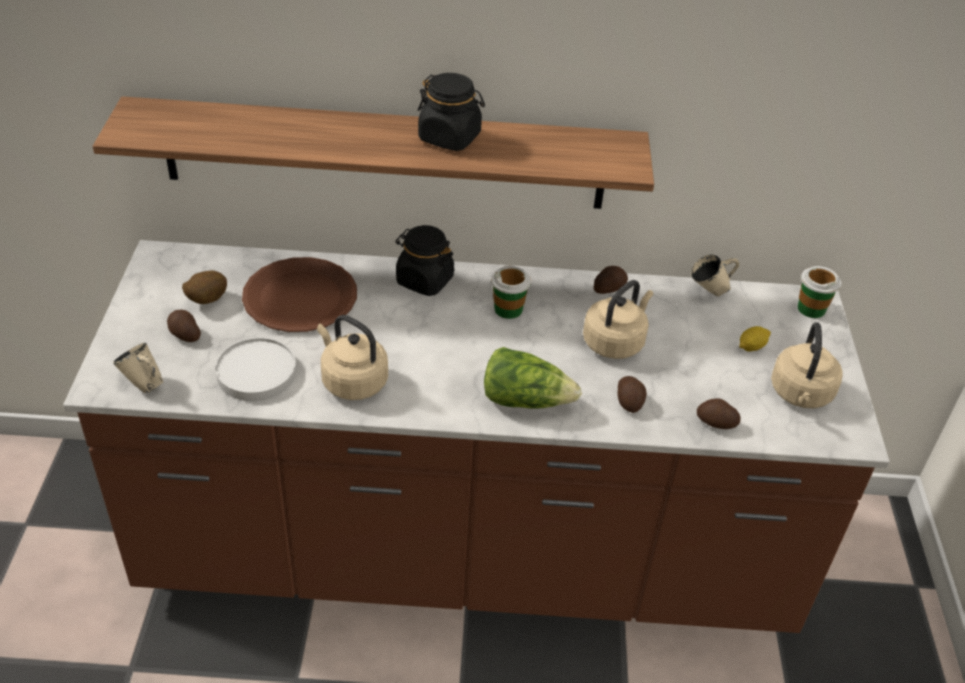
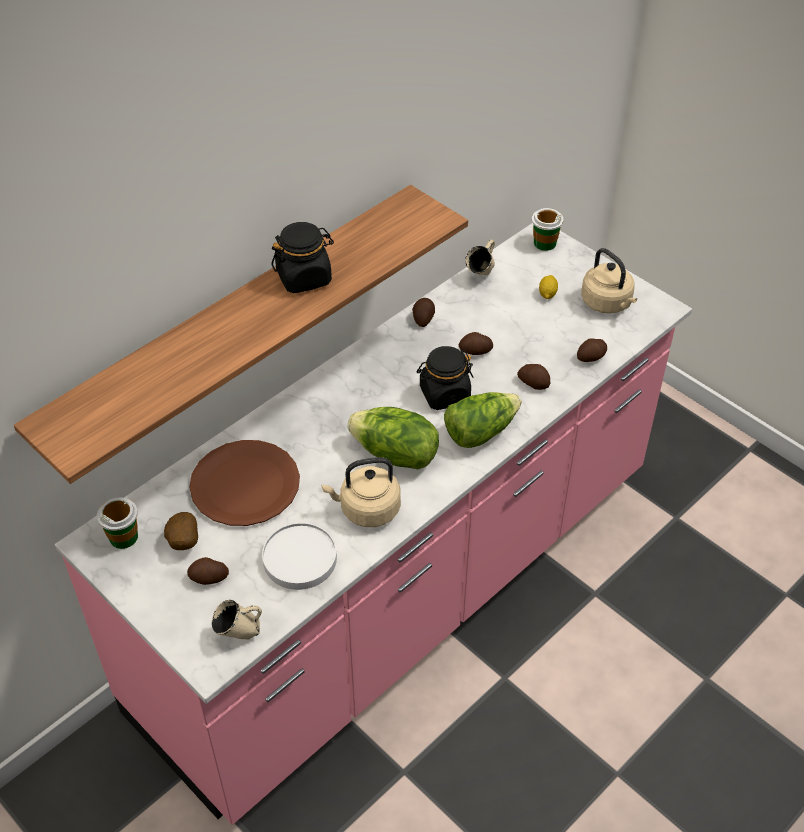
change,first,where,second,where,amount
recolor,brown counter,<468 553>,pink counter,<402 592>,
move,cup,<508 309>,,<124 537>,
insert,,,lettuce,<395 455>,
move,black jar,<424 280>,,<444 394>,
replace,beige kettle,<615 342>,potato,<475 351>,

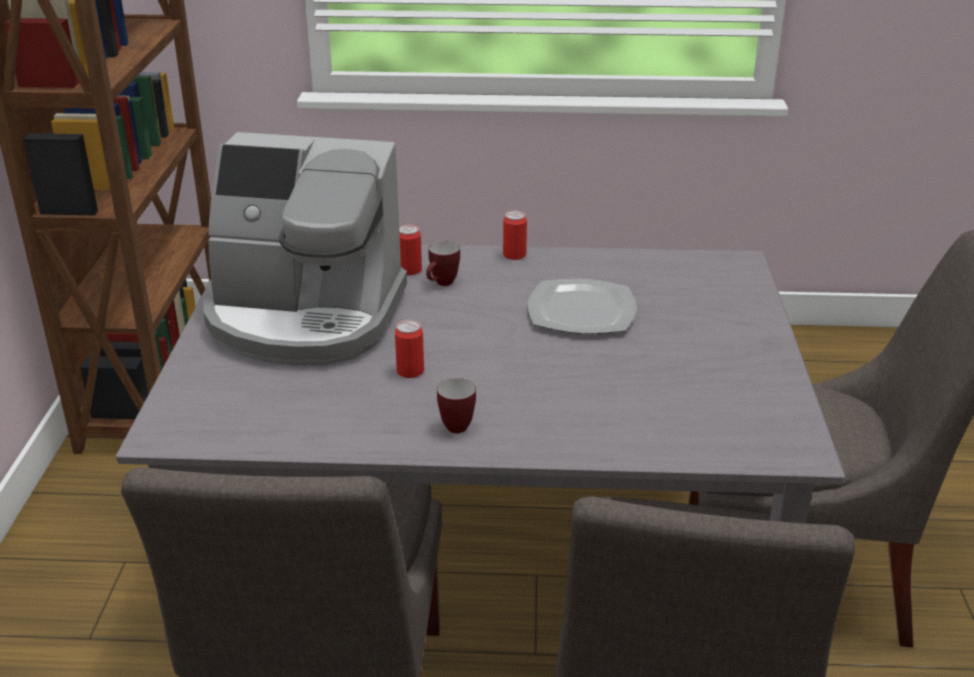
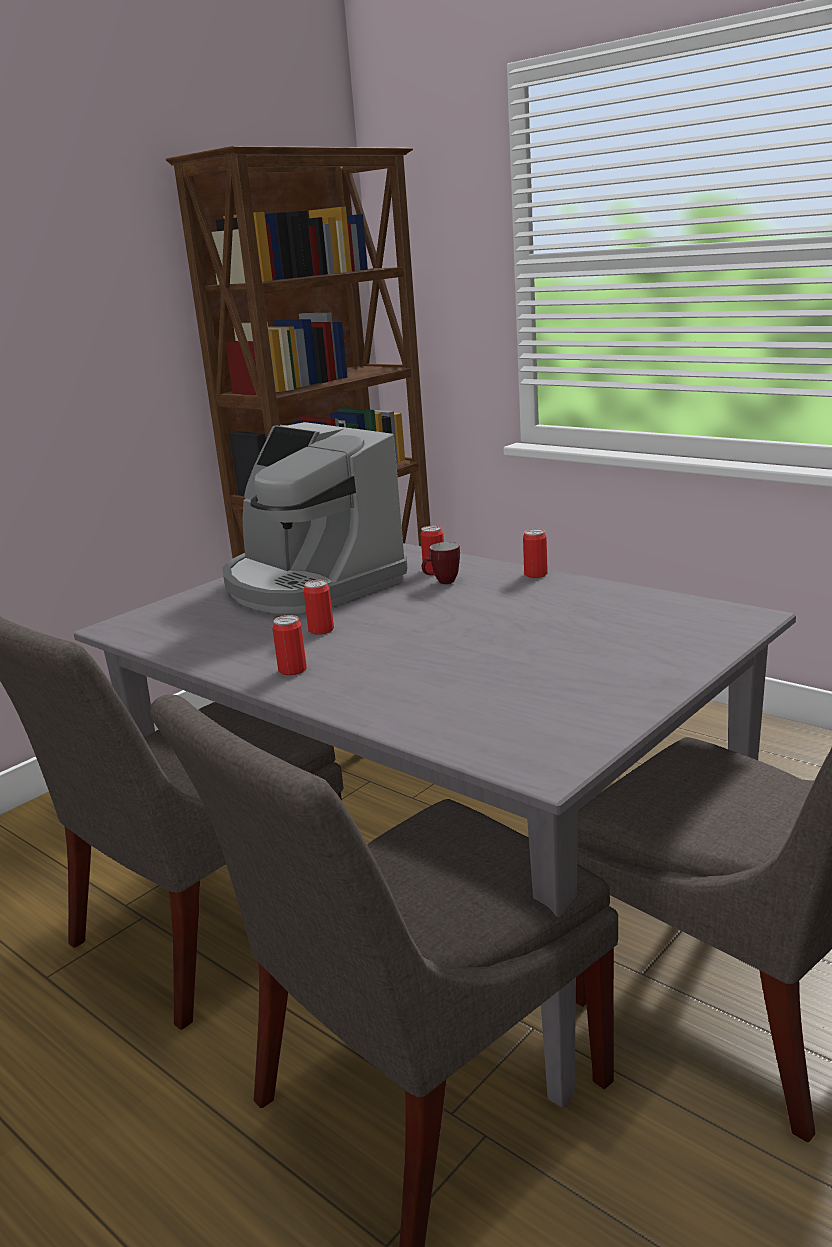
change,first,where,second,where,amount
replace,mug,<456 424>,can,<292 670>,
delete,plate,<580 311>,,,

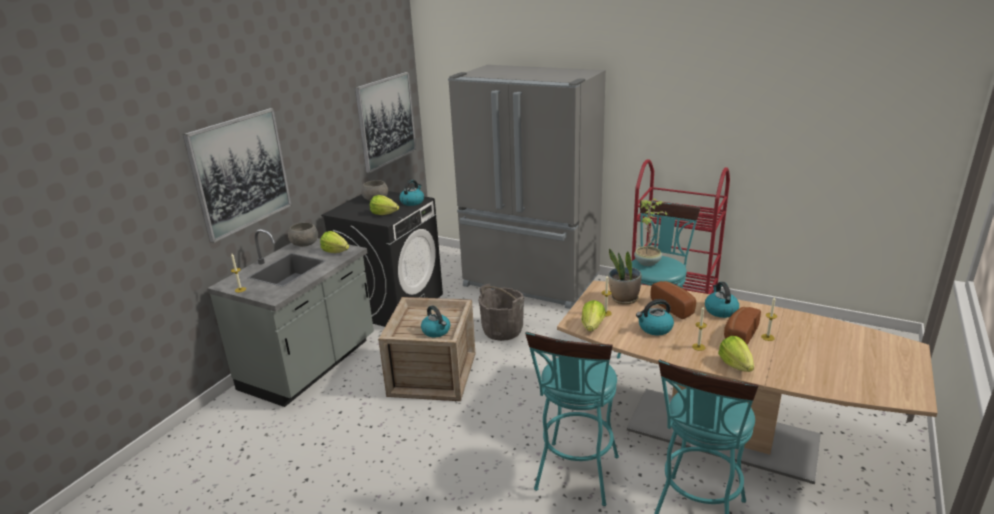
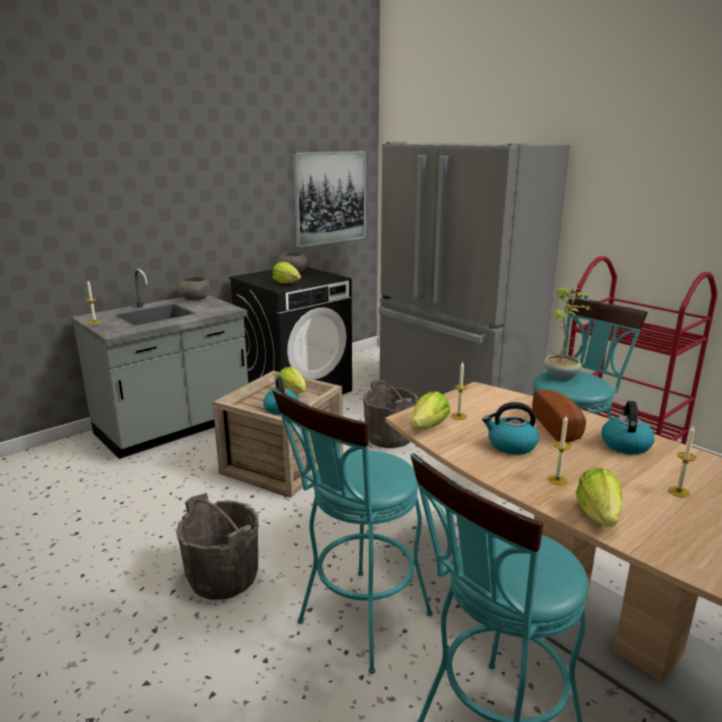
change,first,where,second,where,amount
insert,,,grey bucket,<223 576>,
move,lettuce,<335 251>,,<293 392>,
delete,picture,<240 173>,,,
delete,kettle,<412 202>,,,
delete,potted plant,<624 299>,,,
delete,bread,<738 335>,,,

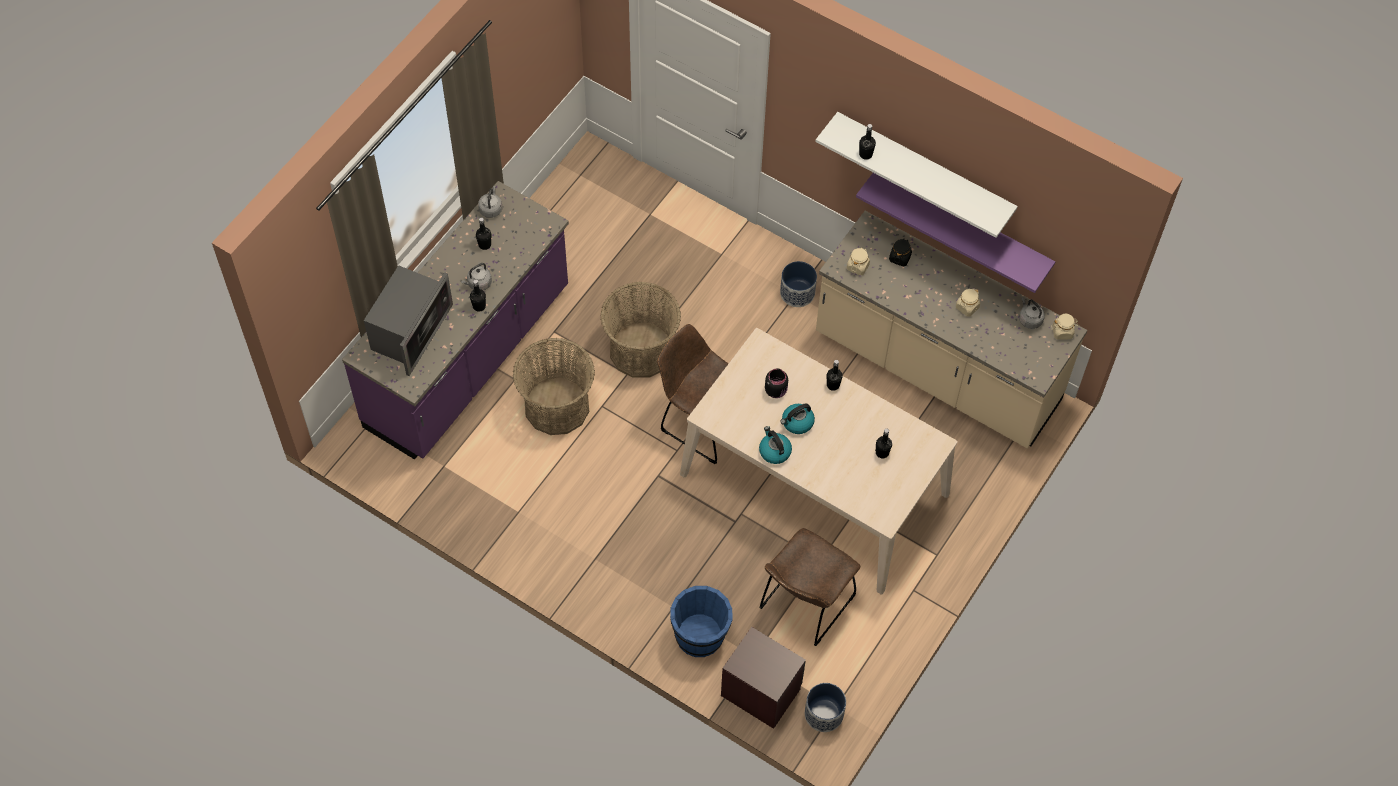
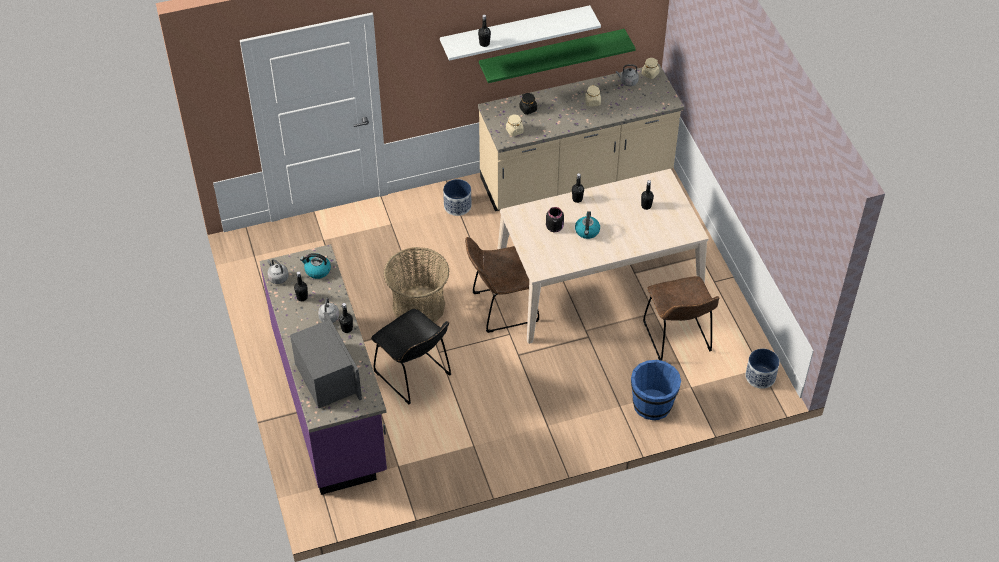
change,first,where,second,where,amount
move,kettle,<774 451>,,<317 270>,
replace,basket,<556 406>,black chair,<415 376>,
recolor,purple shelf,<963 223>,green shelf,<551 54>,
delete,brown nightstand,<761 692>,,,

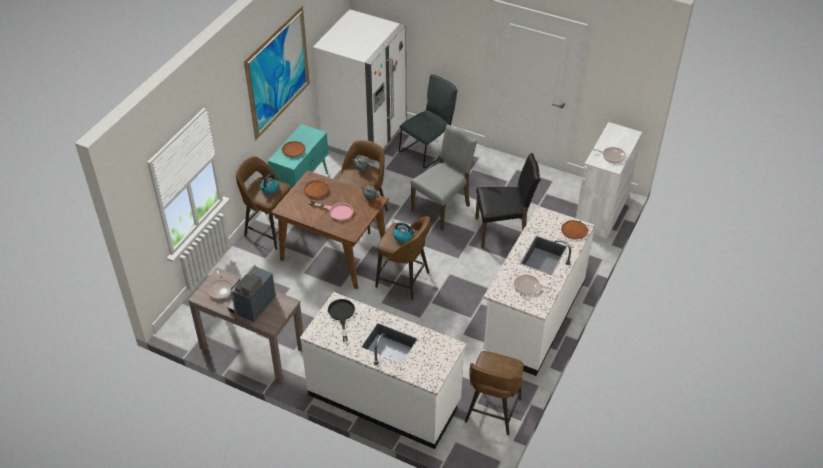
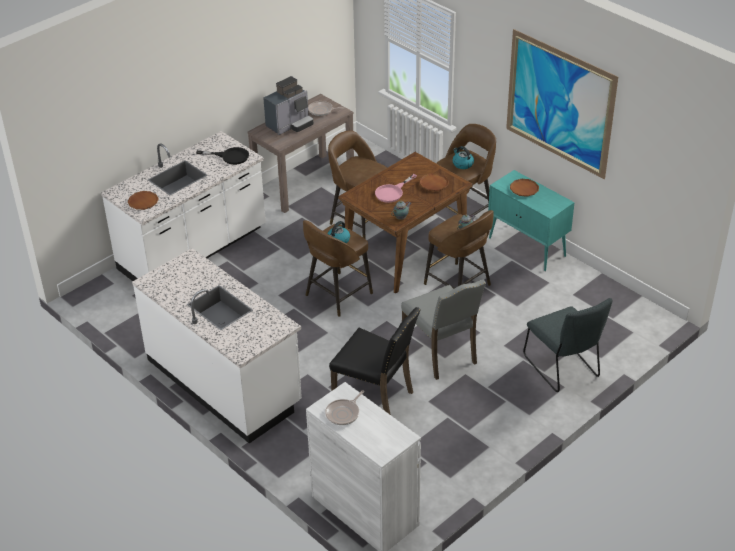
change,first,where,second,where,amount
move,brown plate,<574 231>,,<143 202>,
rotate,coffee machine,<252 306>,,<290 125>,90 degrees clockwise
move,brown stool,<492 412>,,<359 221>,
rotate,black chair,<503 231>,,<375 397>,75 degrees counterclockwise
delete,white fridge,<364 136>,,,
delete,frying pan,<528 287>,,,

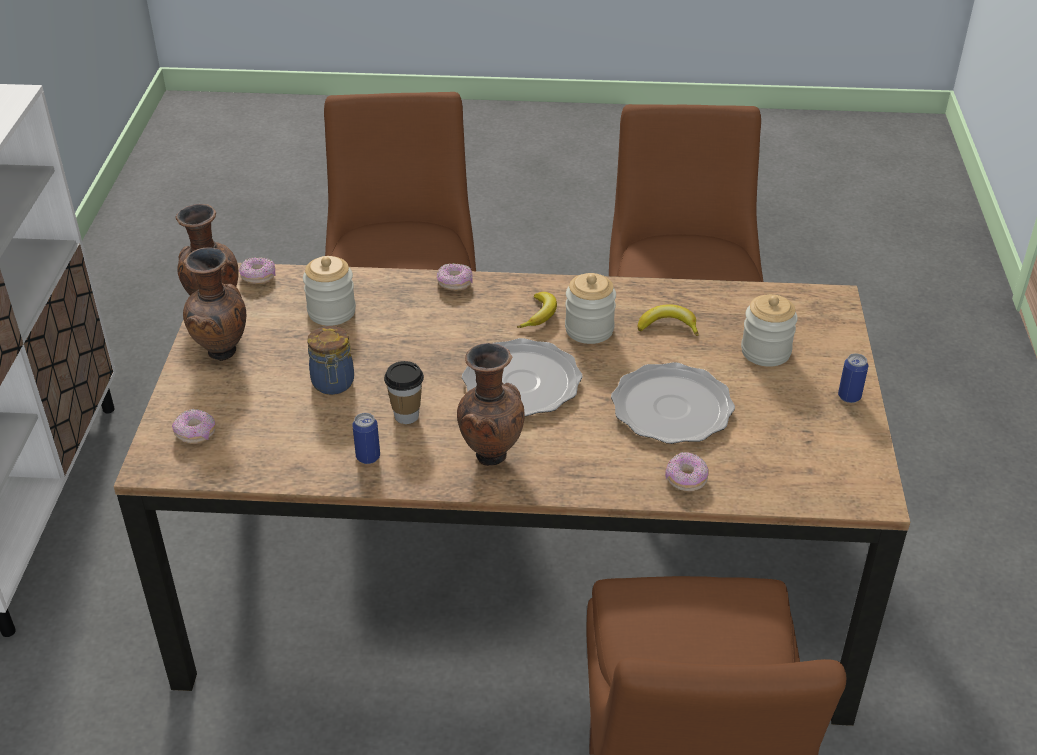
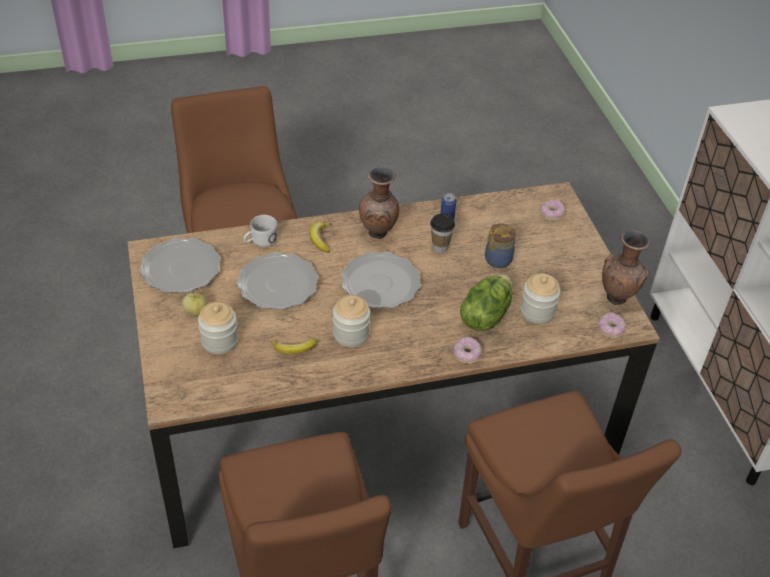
change,first,where,second,where,amount
insert,,,plate,<181 268>,
insert,,,apple,<196 312>,
replace,donut,<686 479>,white mug,<260 241>,
move,banana,<540 315>,,<320 239>,
insert,,,lettuce,<485 316>,
delete,brown vase,<223 354>,,,
delete,can,<849 396>,,,

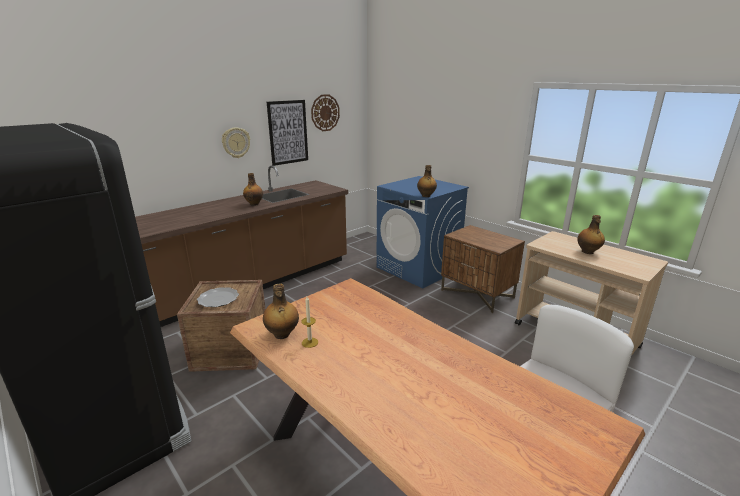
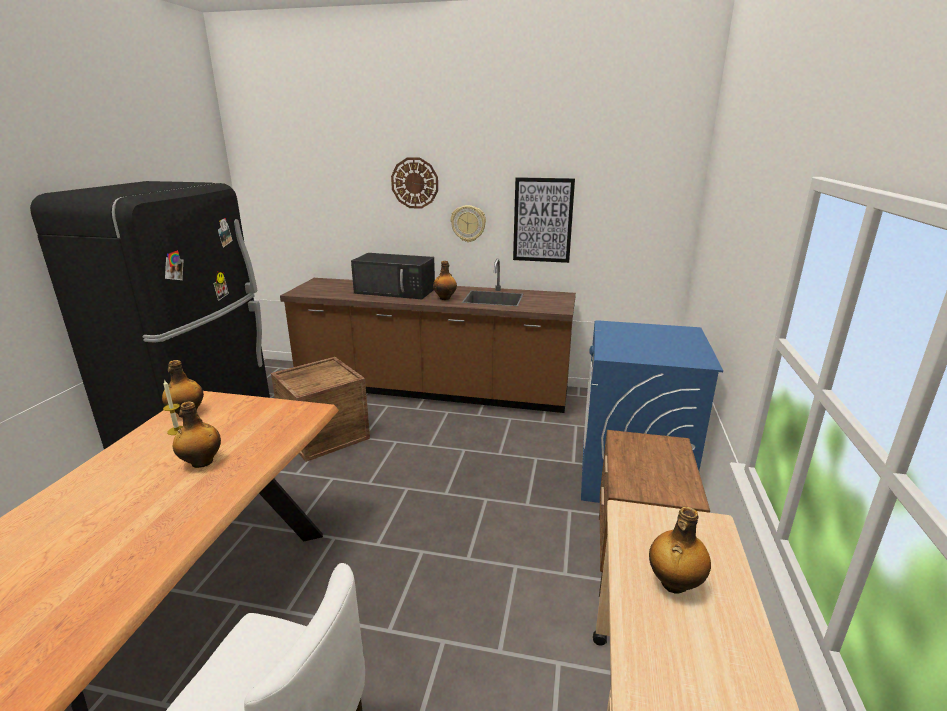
change,first,where,second,where,amount
move,bottle,<426 196>,,<201 462>,
insert,,,black microwave,<396 291>,
move,wall clock,<325 113>,,<414 183>,
delete,plate,<218 299>,,,

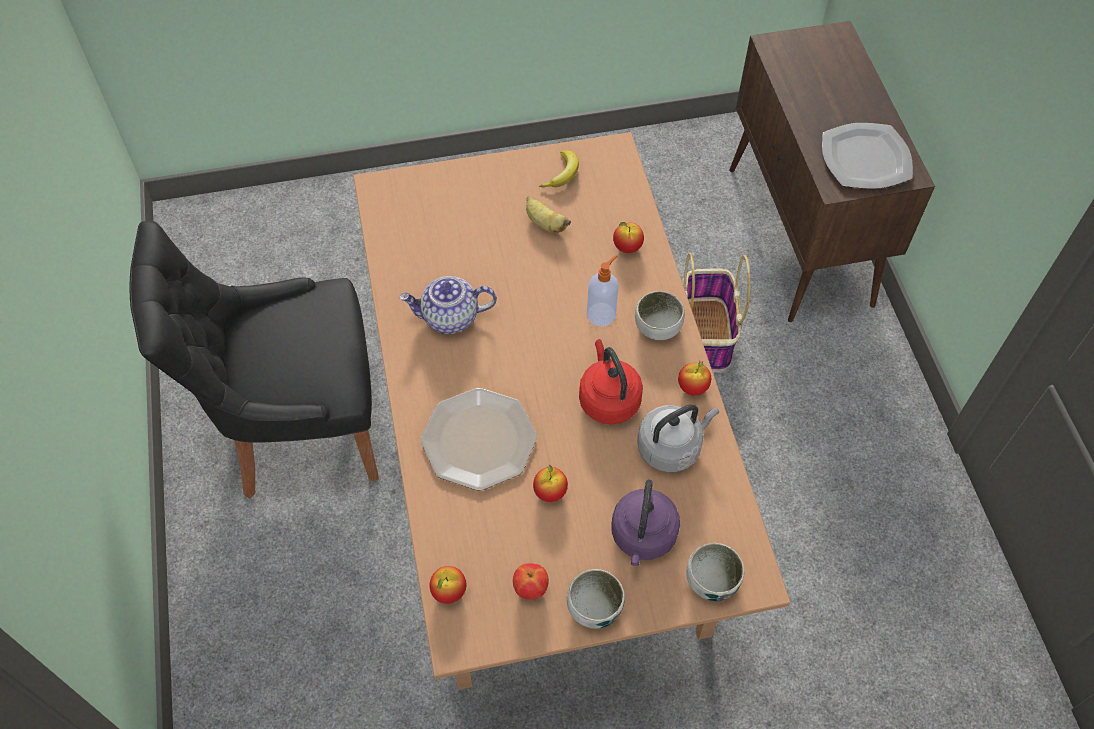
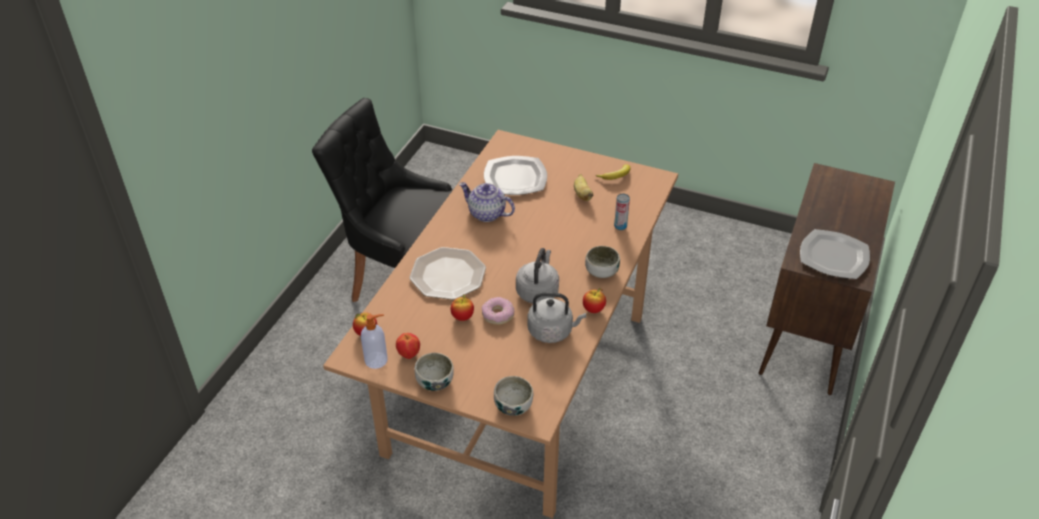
change,first,where,second,where,amount
move,soap dispenser,<602 314>,,<377 360>,
insert,,,donut,<498 315>,
insert,,,plate,<516 178>,
recolor,red kettle,<608 399>,grey kettle,<538 291>,
replace,apple,<627 247>,can,<620 226>,
delete,purple kettle,<642 537>,,,
delete,basket,<704 333>,,,

